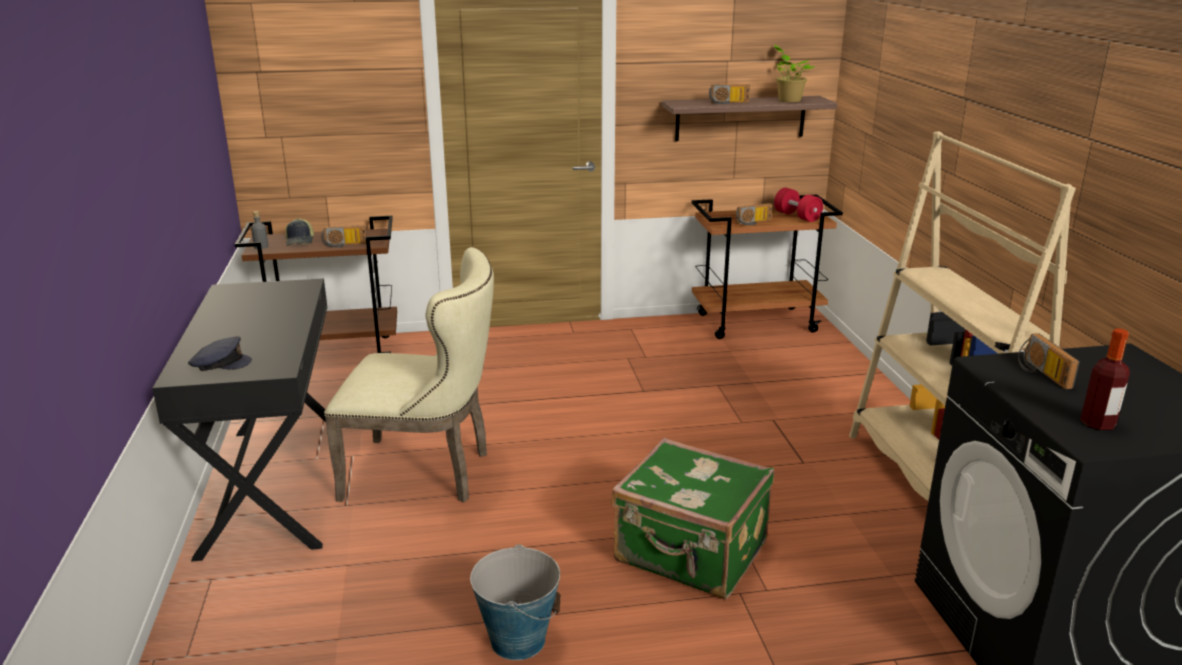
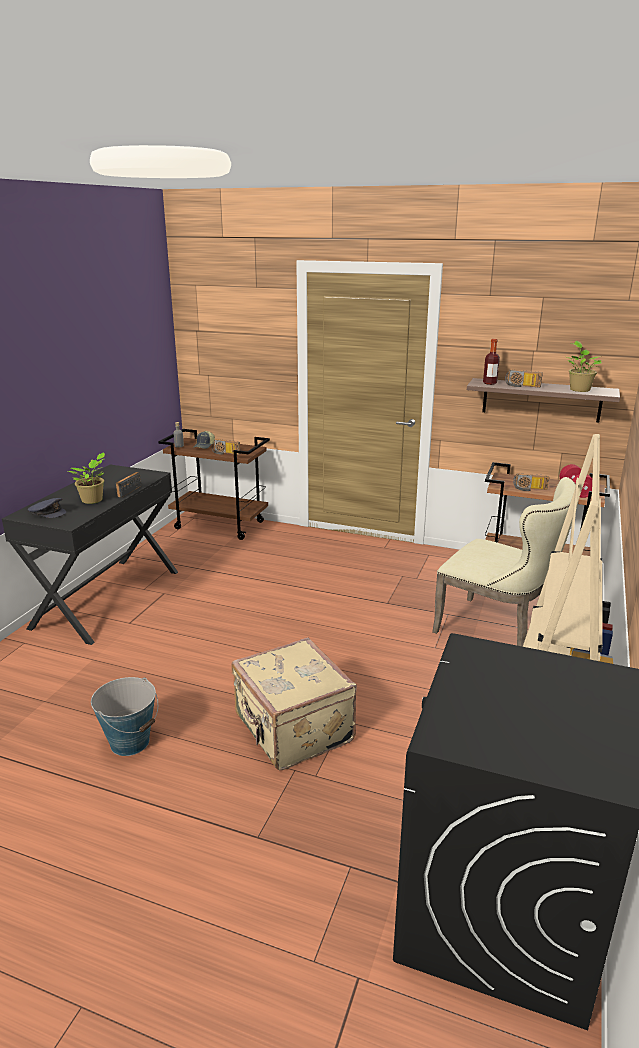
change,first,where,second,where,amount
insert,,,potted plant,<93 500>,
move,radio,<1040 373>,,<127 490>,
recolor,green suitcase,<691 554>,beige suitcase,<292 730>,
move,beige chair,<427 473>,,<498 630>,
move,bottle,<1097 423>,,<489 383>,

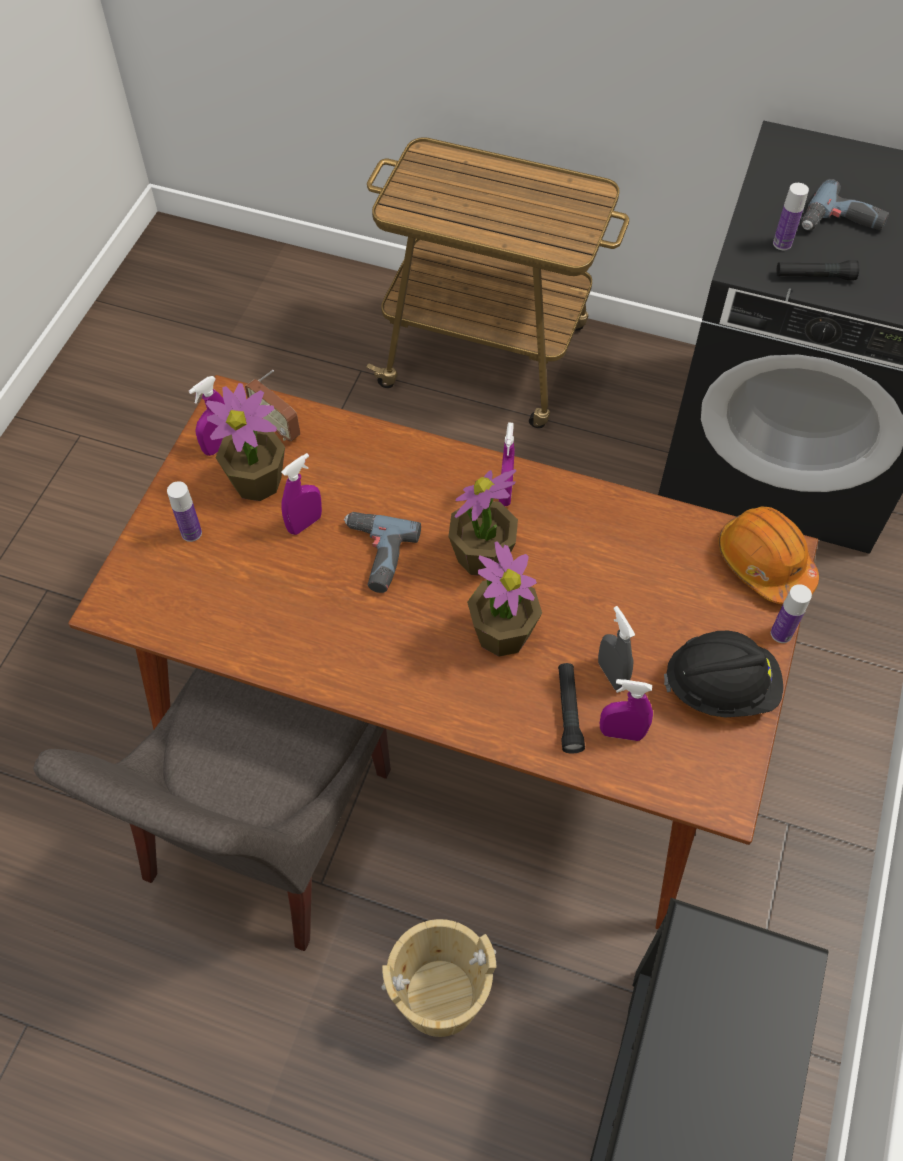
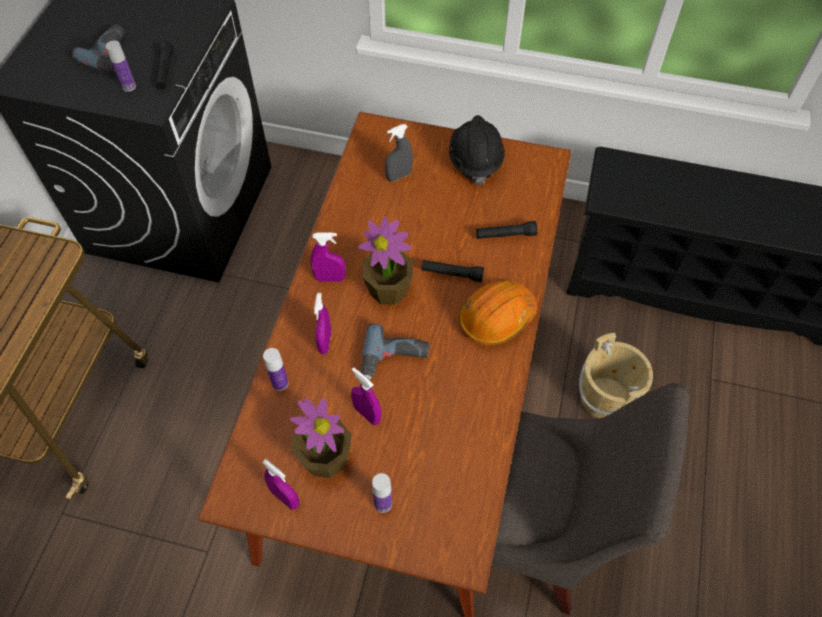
change,first,where,second,where,amount
move,bottle,<781 633>,,<280 383>,
move,purple spray bottle,<621 733>,,<325 342>,
move,grey spray bottle,<611 674>,,<399 176>,
replace,potted plant,<502 633>,black flashlight,<452 274>,
move,orange hard hat,<764 563>,,<496 318>,
delete,radio,<276 425>,,,

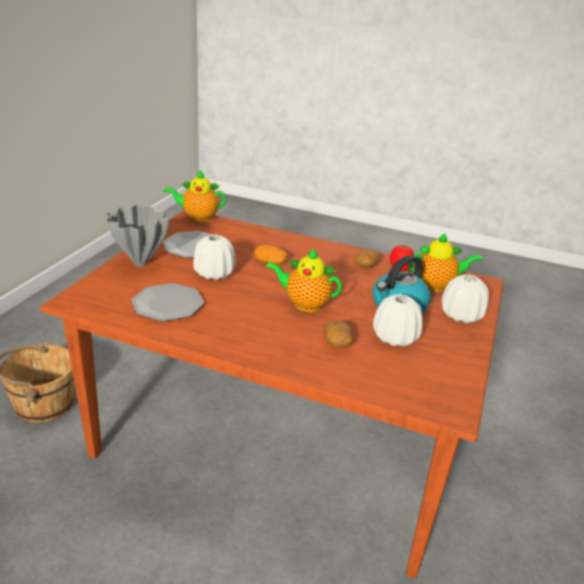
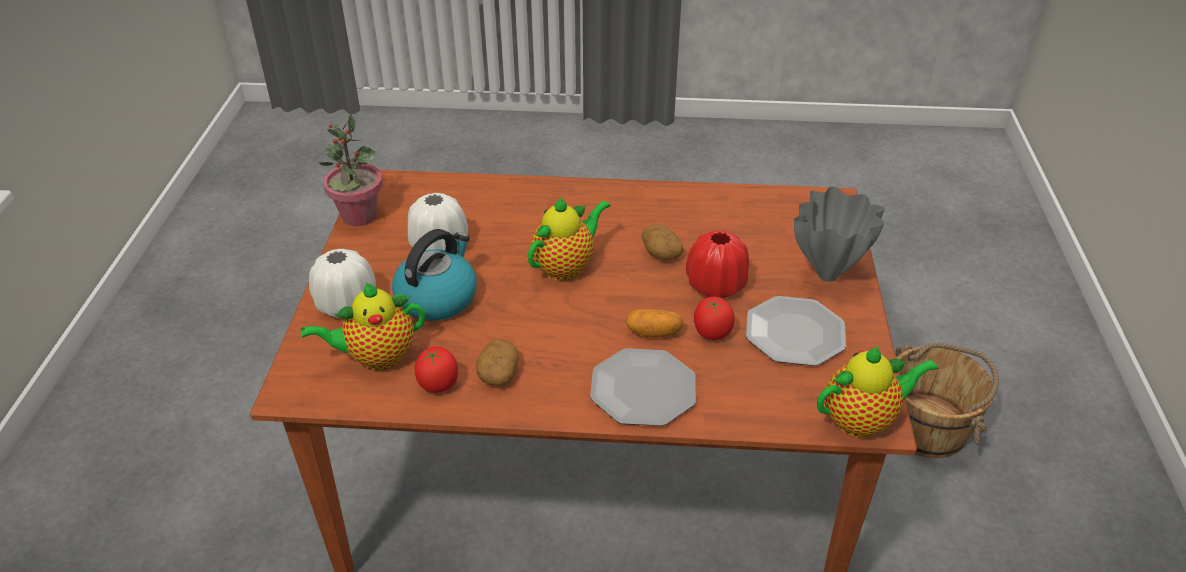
change,first,where,second,where,amount
insert,,,potted plant,<359 216>,
rotate,teapot,<304 304>,,<566 266>,45 degrees counterclockwise
move,plate,<167 304>,,<643 389>,
move,potato,<337 343>,,<660 253>,
recolor,white vase,<214 273>,red vase,<715 285>,
insert,,,tomato,<711 333>,

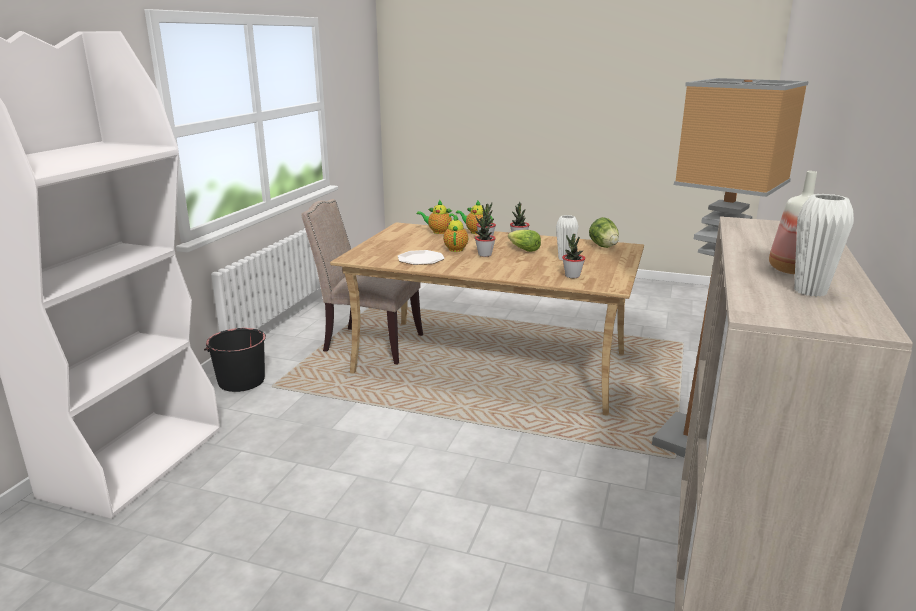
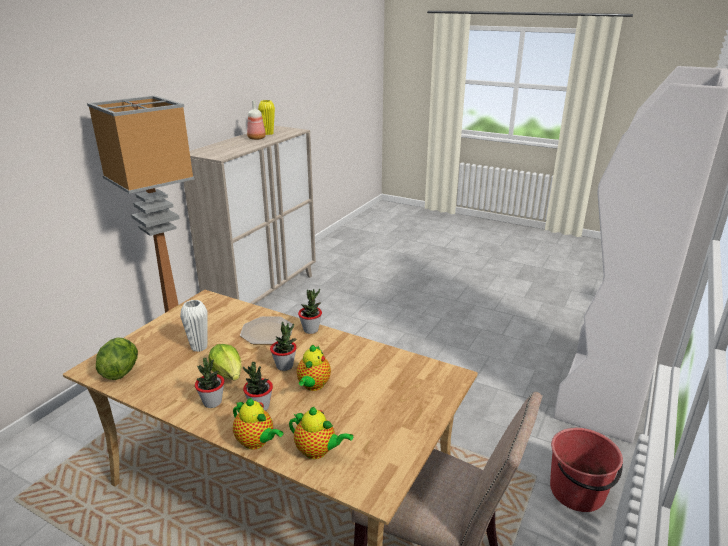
change,first,where,second,where,amount
move,plate,<420 259>,,<267 332>,
recolor,white vase,<810 291>,yellow vase,<268 133>,
move,potted plant,<572 276>,,<311 330>,
recolor,black bucket,<241 381>,red bucket,<577 492>,

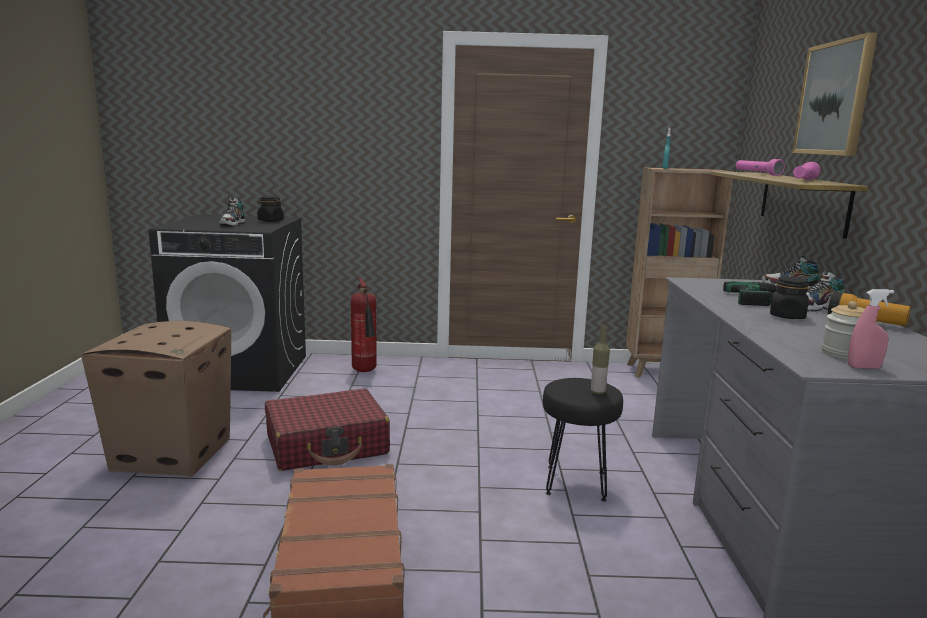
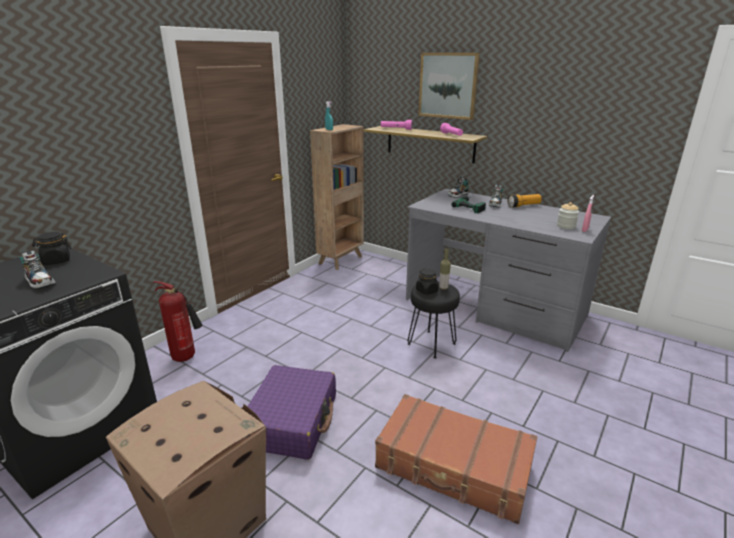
change,first,where,second,where,amount
recolor,red suitcase,<327 445>,purple suitcase,<292 421>,
move,black jar,<787 316>,,<427 291>,

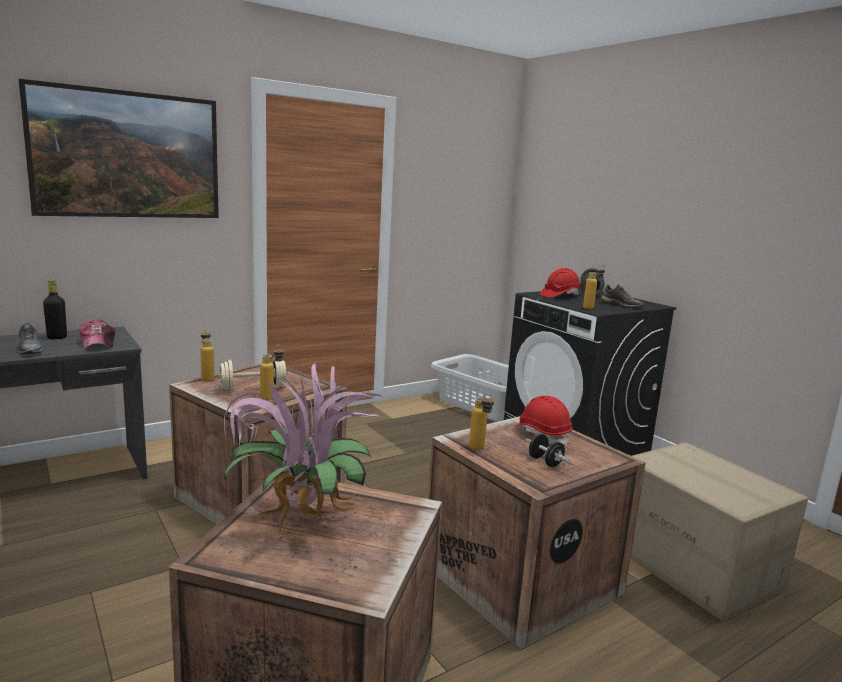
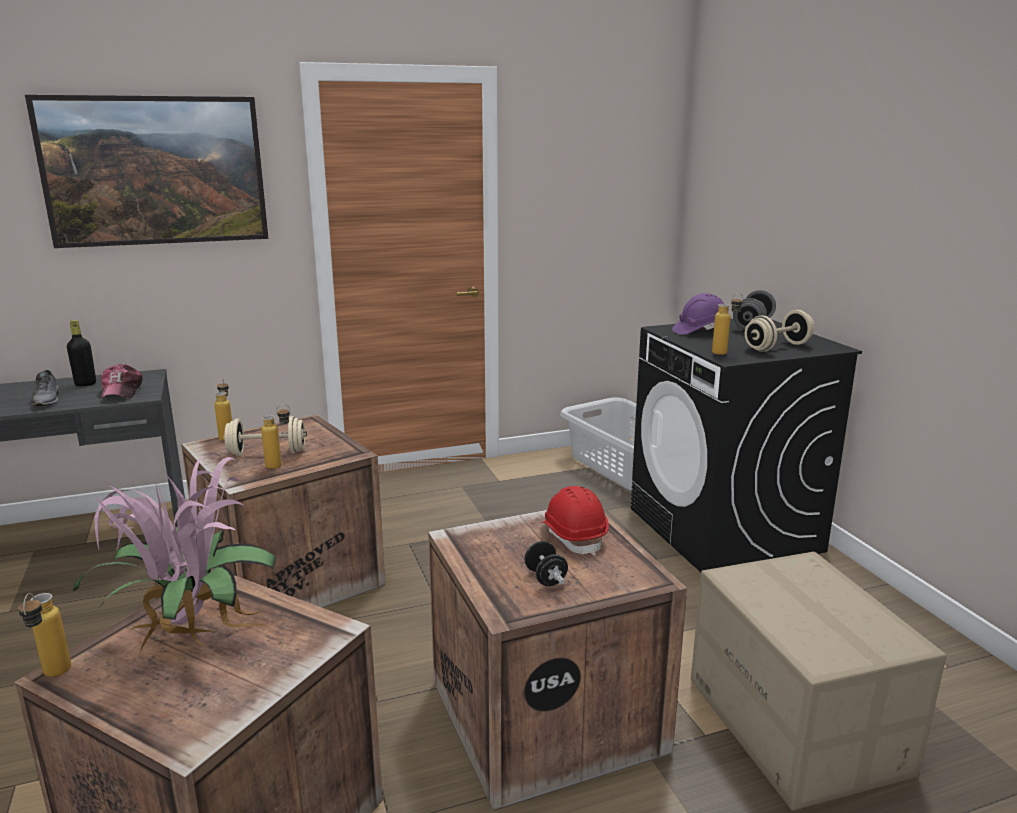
change,first,where,second,where,amount
move,bottle,<479 450>,,<53 677>,
recolor,red hard hat,<560 295>,purple hard hat,<700 331>,
replace,grey shoe,<621 305>,beige dumbbell,<777 347>,

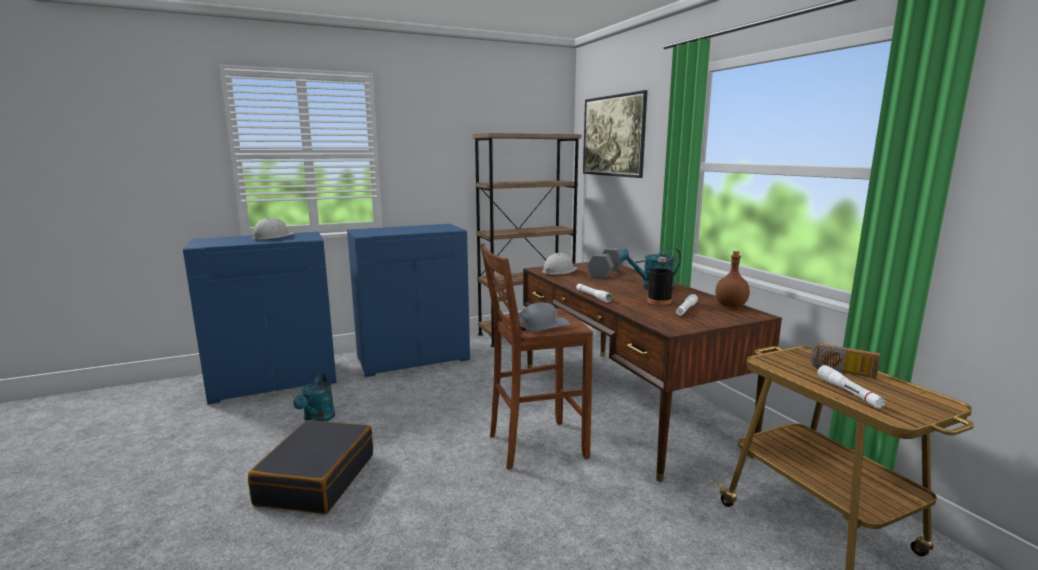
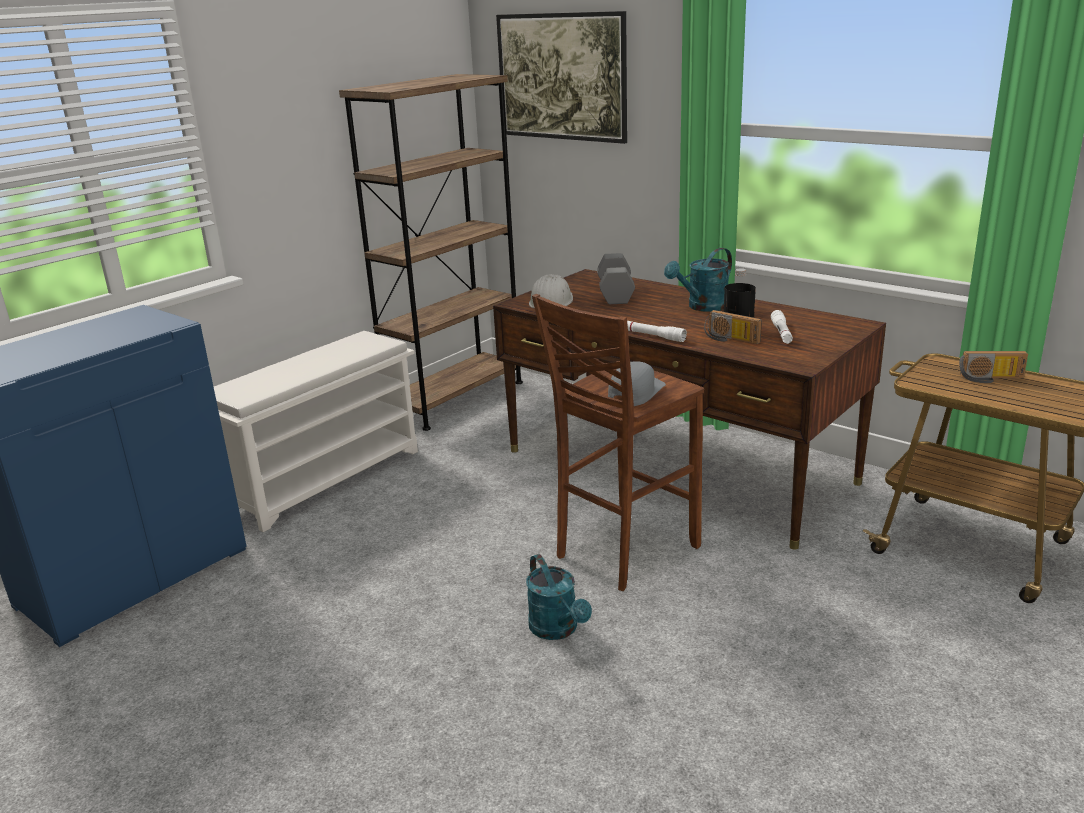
change,first,where,second,where,amount
replace,blue cabinet,<413 358>,white shoe rack,<325 478>,
move,turquoise watering can,<317 419>,,<558 630>,
insert,,,radio,<729 339>,
delete,black suitcase,<316 479>,,,
delete,white hard hat,<272 237>,,,
delete,brown bottle,<730 306>,,,
delete,white flashlight,<848 393>,,,

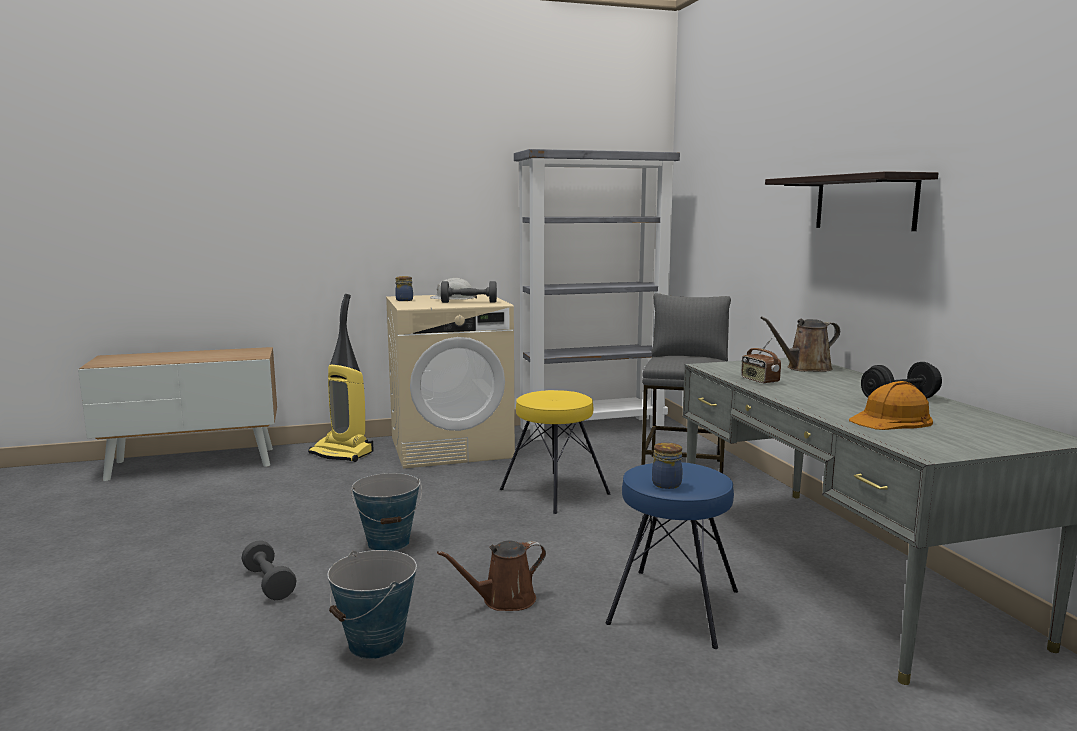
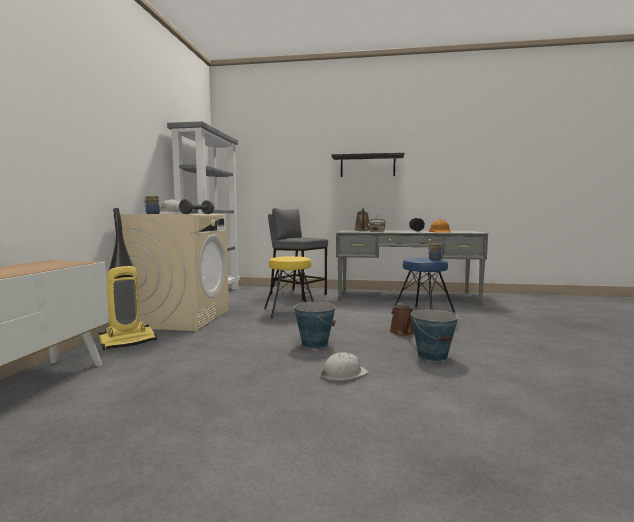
change,first,where,second,where,amount
replace,grey dumbbell,<269 583>,white hard hat,<343 374>,

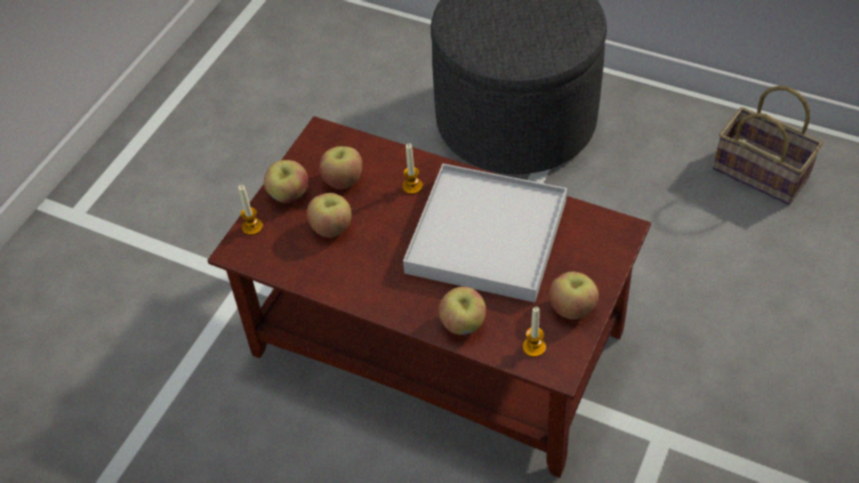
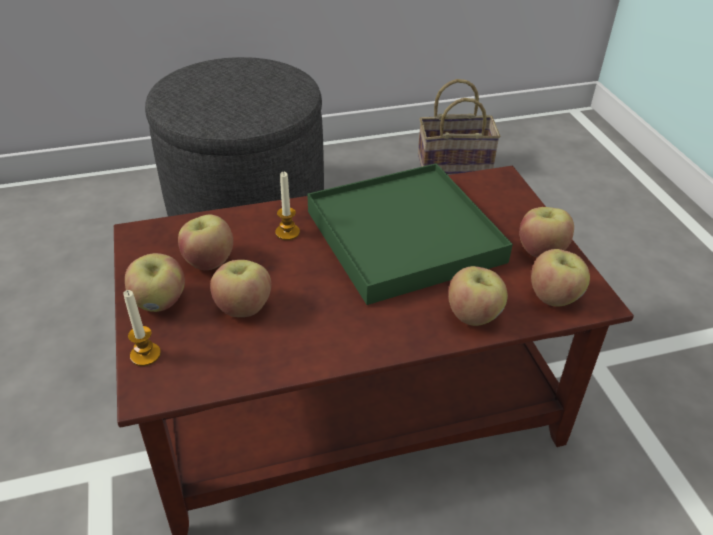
change,first,where,second,where,amount
recolor,white tray,<487 236>,green tray,<404 236>,
replace,candle,<534 347>,apple,<554 296>,

